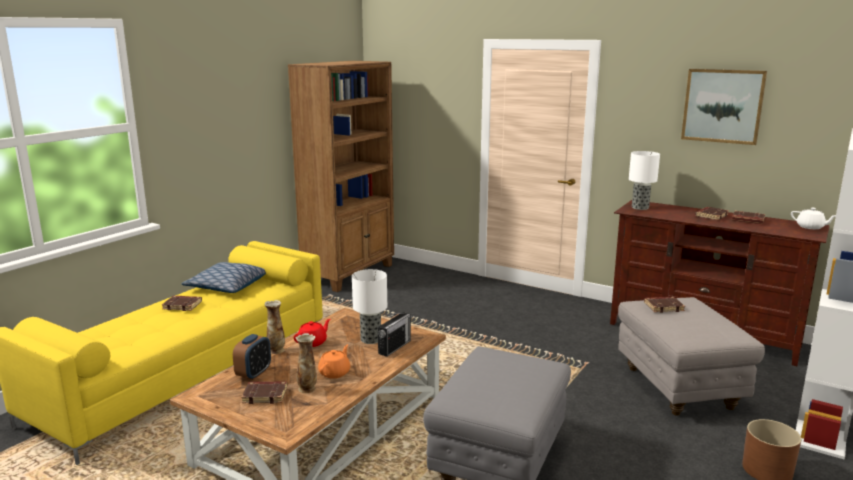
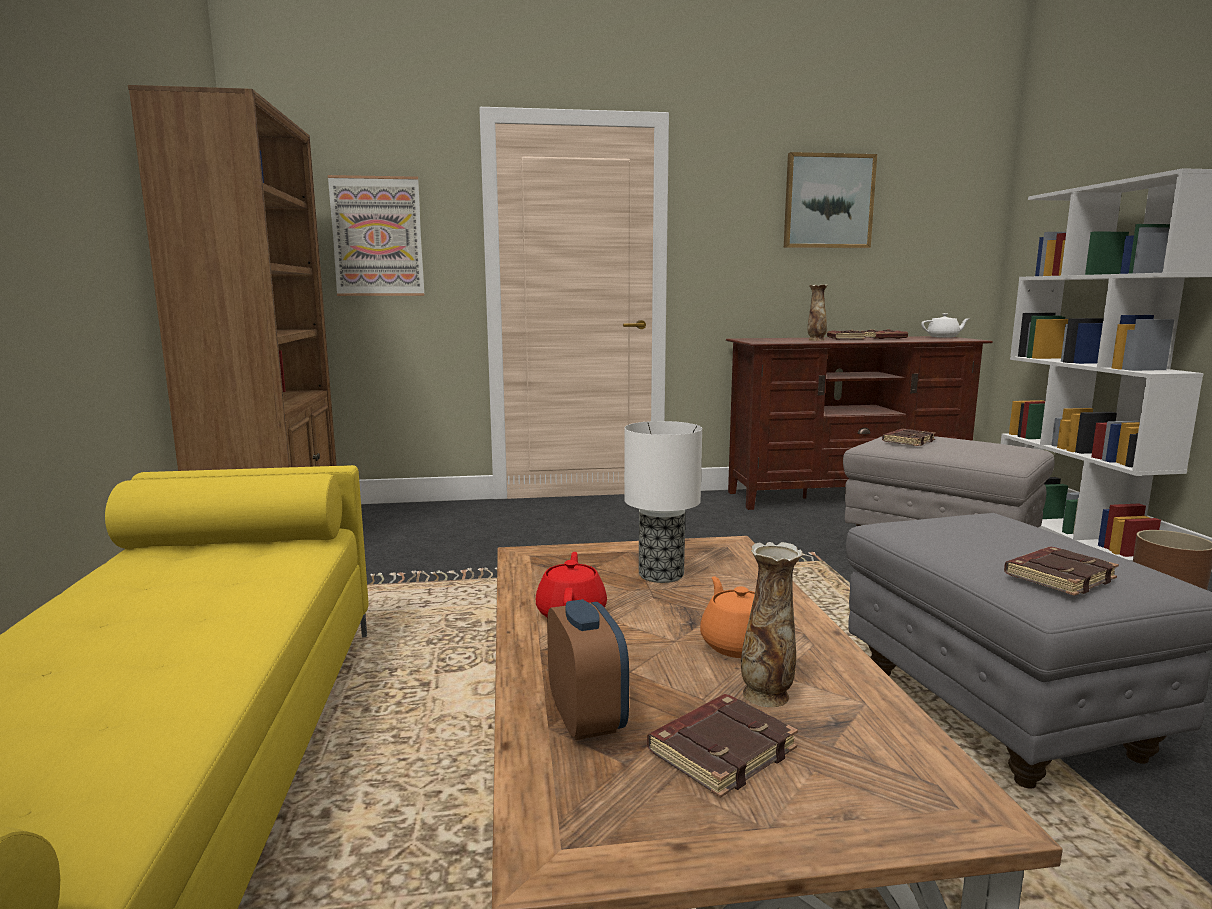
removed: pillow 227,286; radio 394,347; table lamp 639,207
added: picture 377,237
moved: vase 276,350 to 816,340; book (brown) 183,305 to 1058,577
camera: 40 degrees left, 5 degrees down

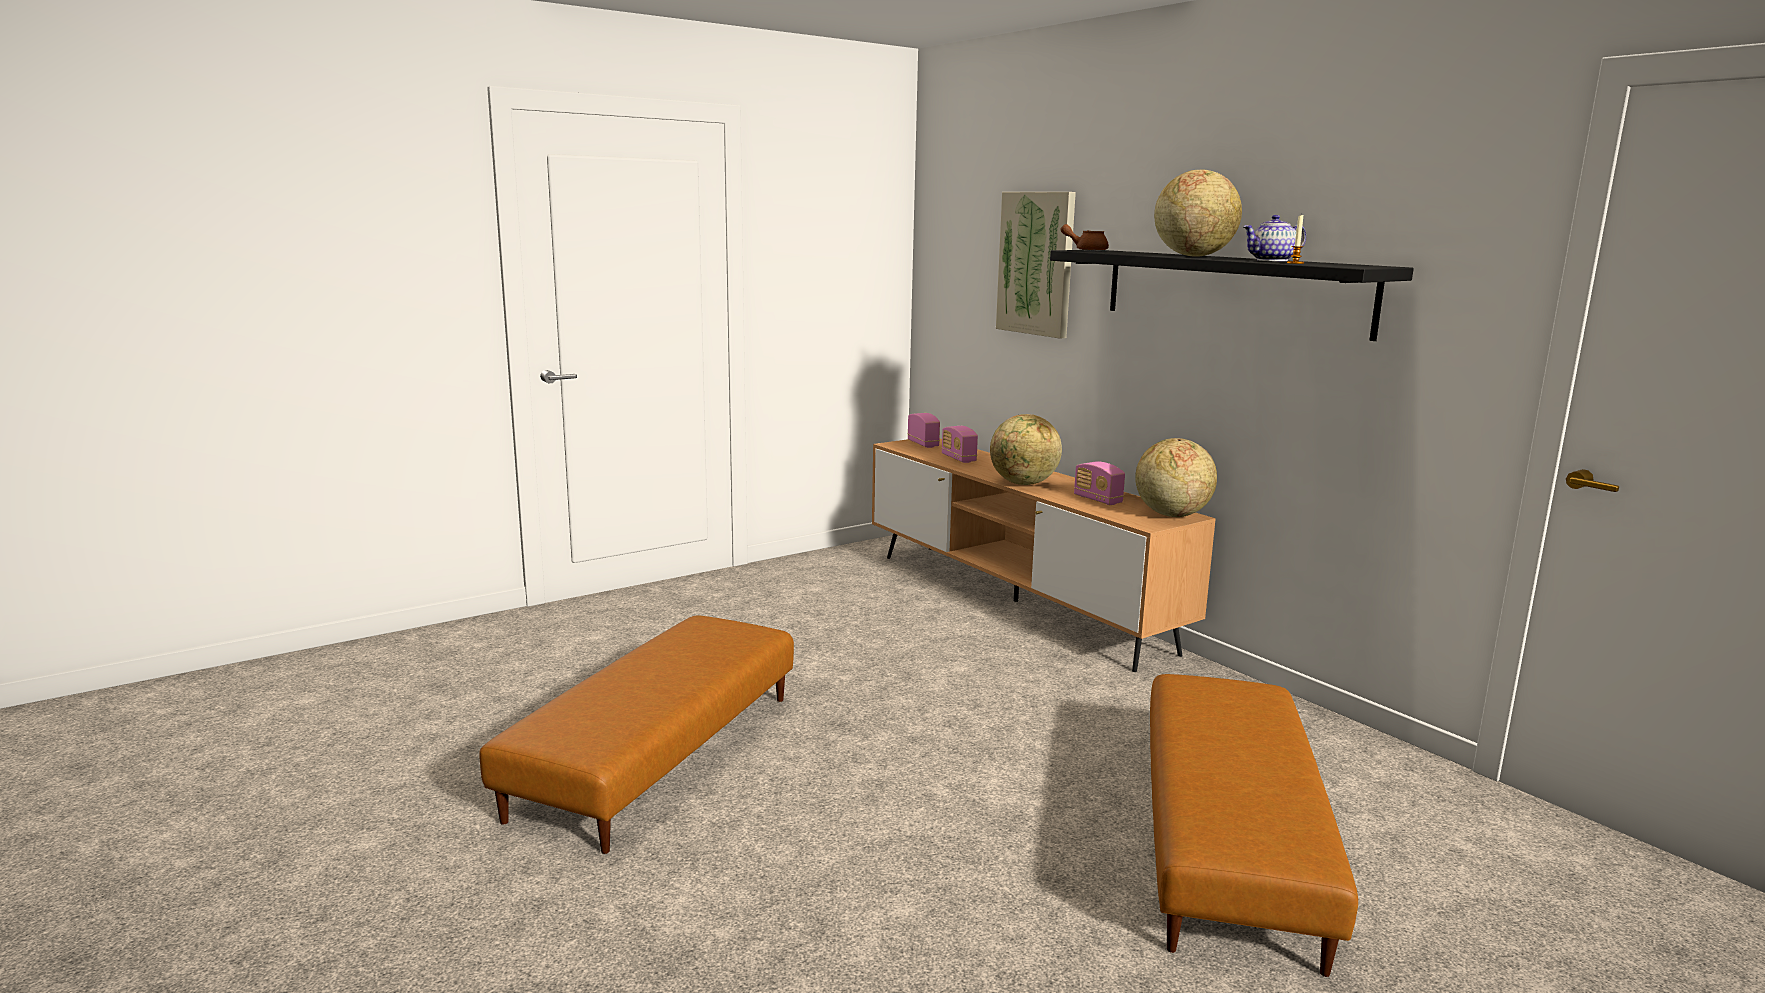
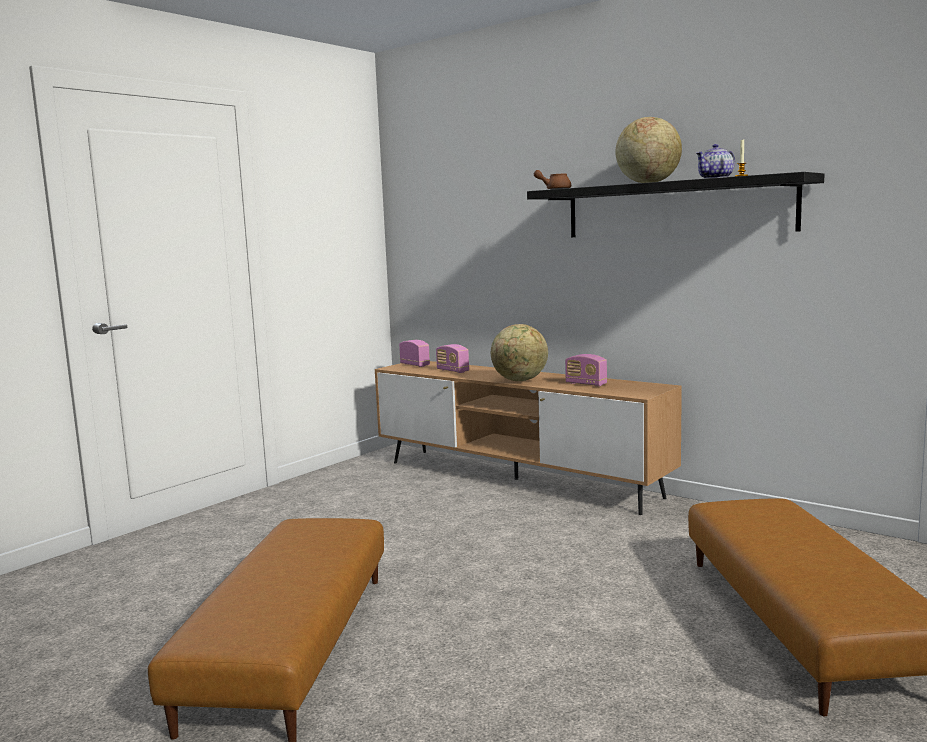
removed: picture 1036,263; globe 1171,515
camera: 15 degrees left, 5 degrees down

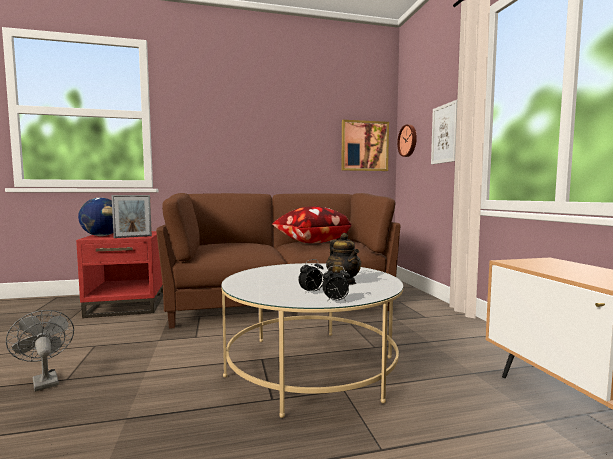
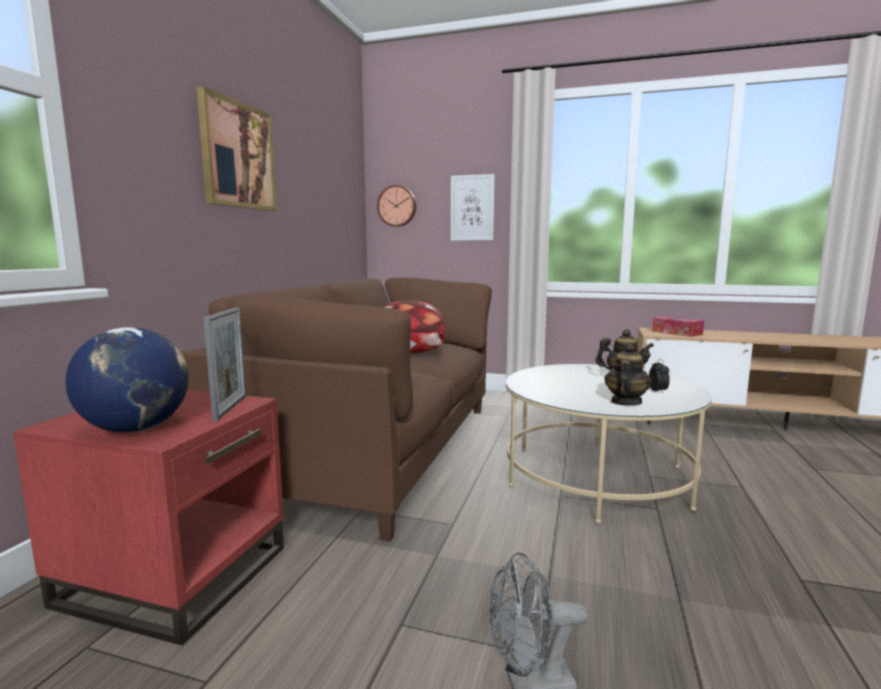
removed: alarm clock 335,301
added: teapot 625,402; tissue box 677,333
moved: picture 364,146 to 237,156
camera: 60 degrees left, 5 degrees up

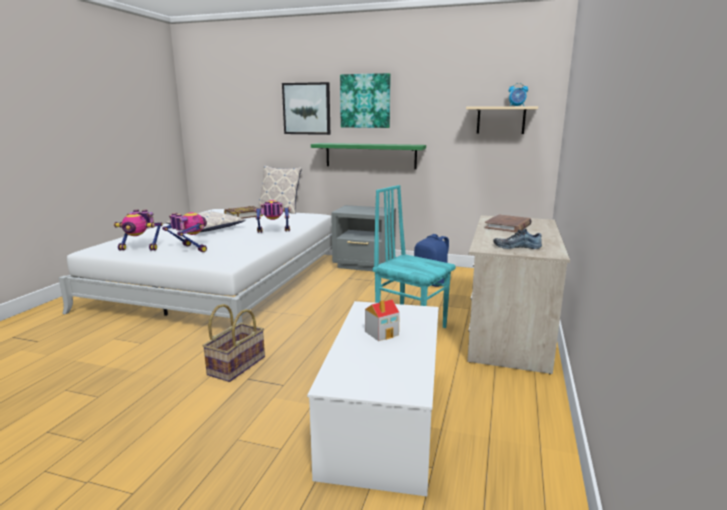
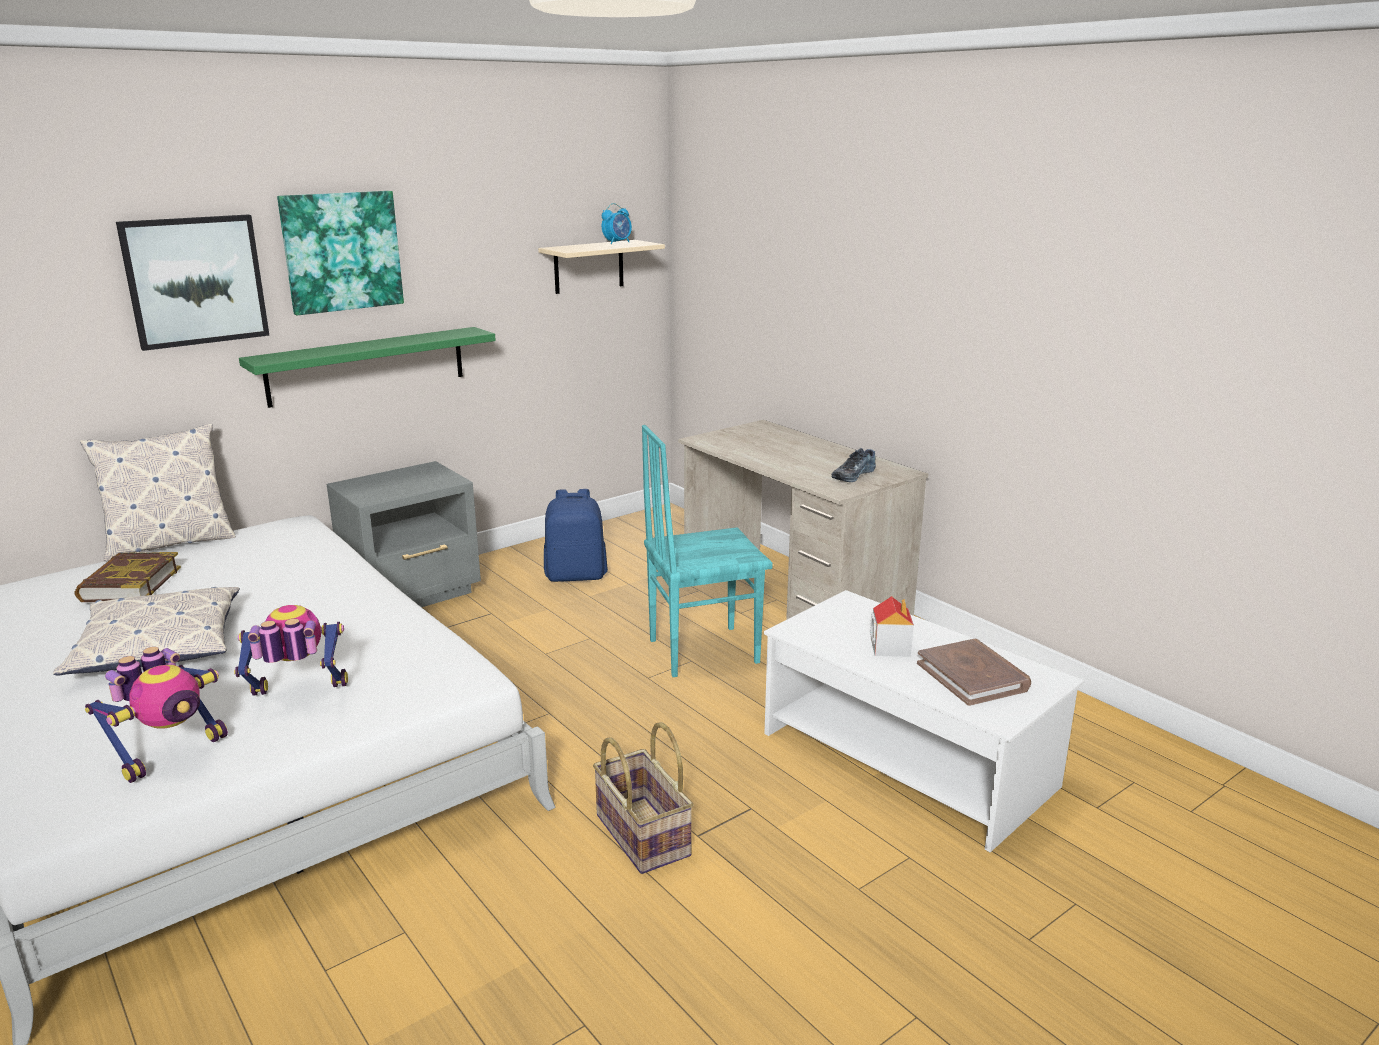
removed: toy robot 273,233
moved: book (brown) 508,226 to 972,676
camera: 55 degrees left, 5 degrees up

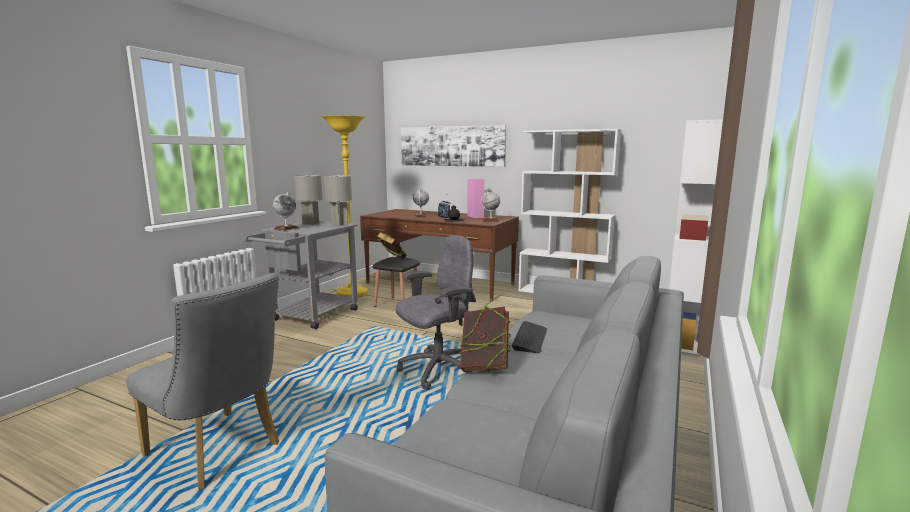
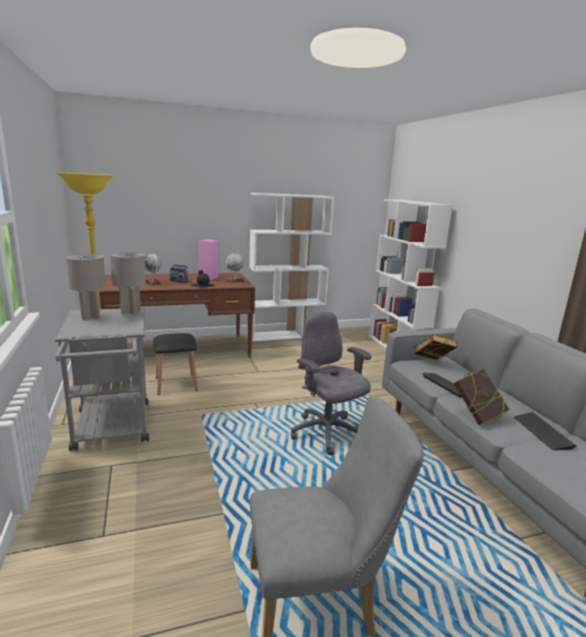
removed: globe 286,228; picture 451,146
added: keyboard 542,432
moved: book 392,260 to 432,363
turned: office chair (grey) 437,370 = 326,434 45 degrees counterclockwise
camera: 45 degrees left, 5 degrees up

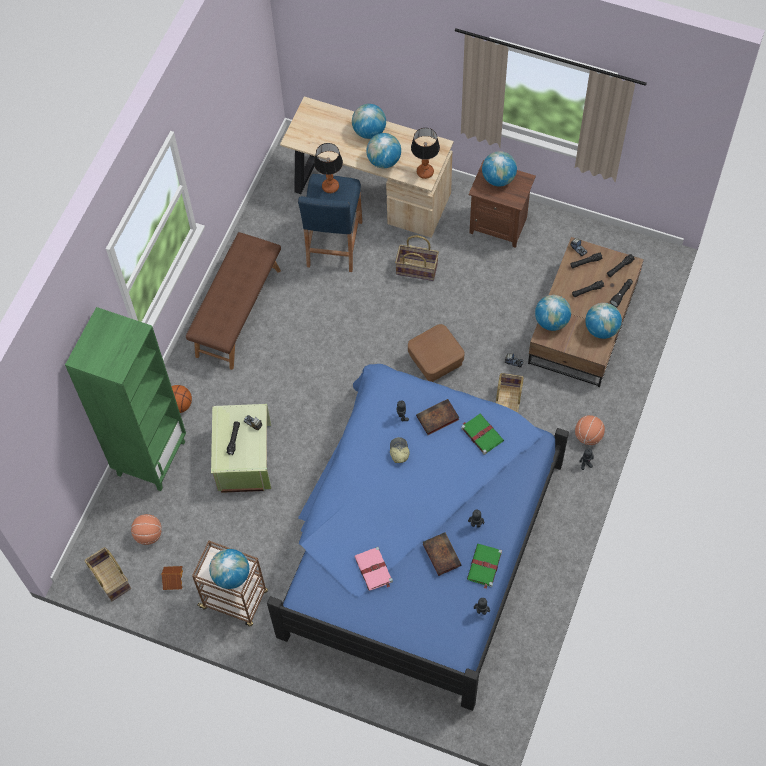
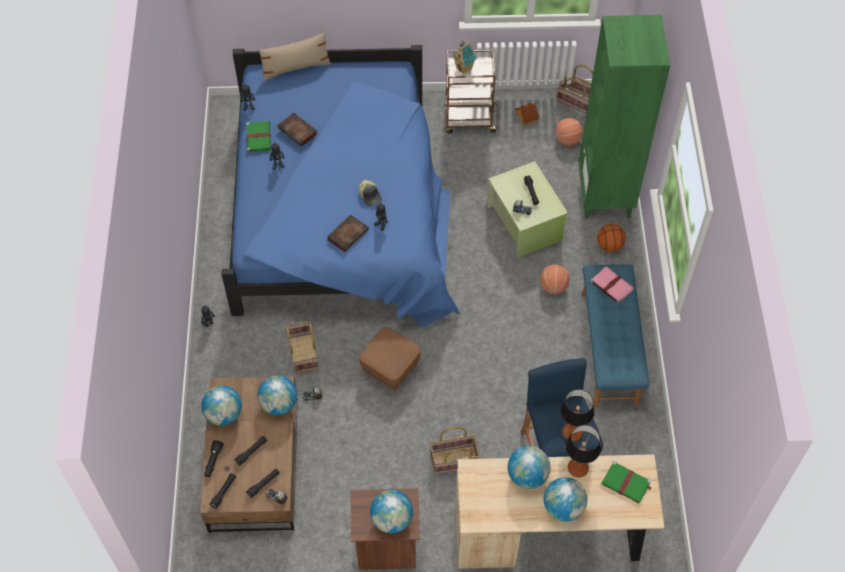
added: pillow (beige) 296,68
moved: basketball 588,436 to 553,286; table lamp 425,172 to 577,468; book (pink) 374,570 to 611,285; book (green) 481,434 to 626,483
replaced: globe 231,575 to toy house 464,68
recoloured: bench (brown) 237,312 to bench (blue) 610,348
camera: 155 degrees right, 5 degrees down

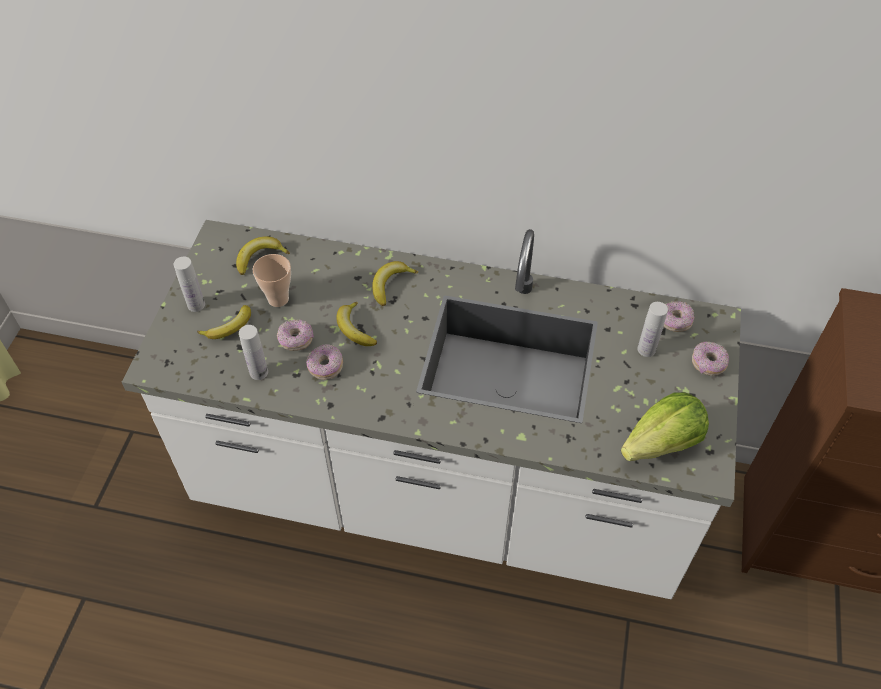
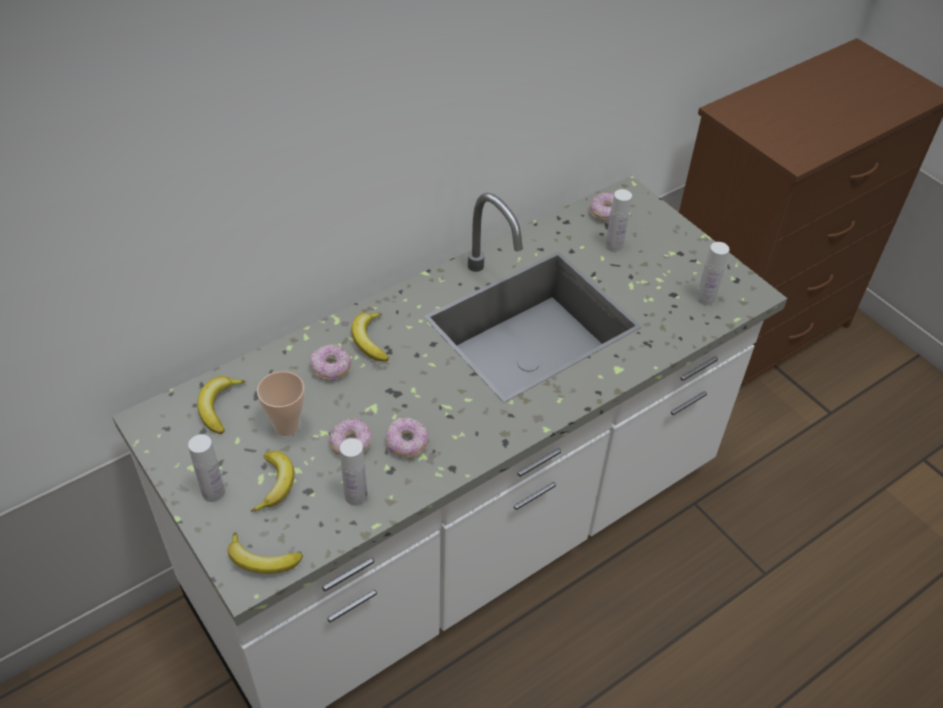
moved: banana 354,329 to 261,561; donut 708,363 to 331,369
replaced: lettuce 662,443 to bottle (white) 705,298
camera: 50 degrees left, 5 degrees down

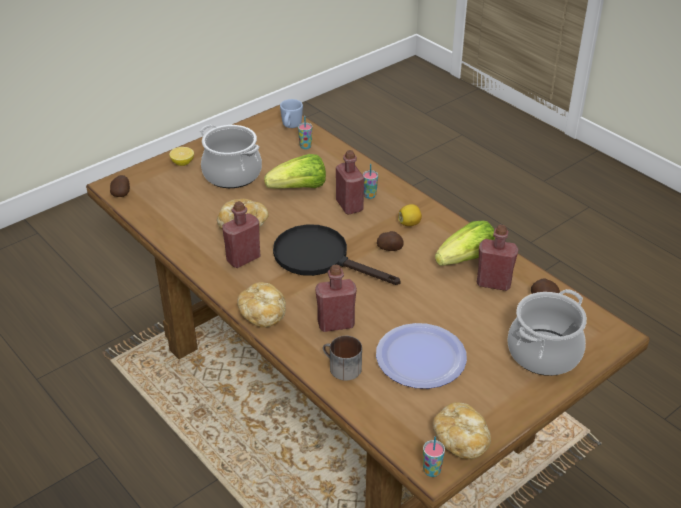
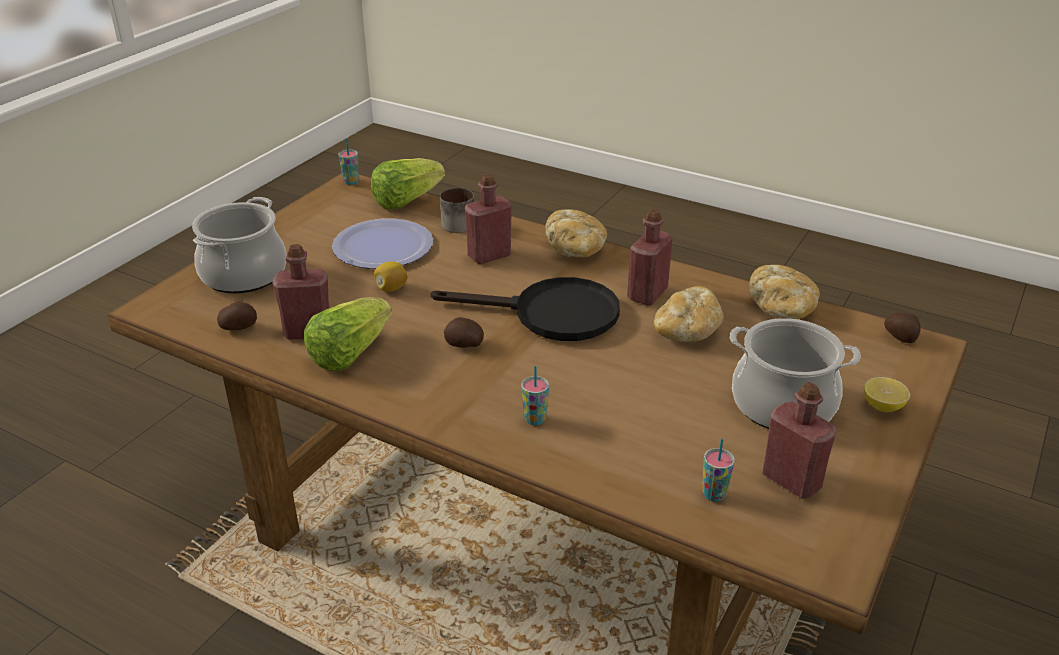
removed: mug (blue) 290,126
moved: lettuce 299,188 to 406,201; lemon 409,223 to 391,288; bread 461,440 to 782,308; bottle (red) 349,206 to 791,480
camera: 160 degrees right, 5 degrees down

